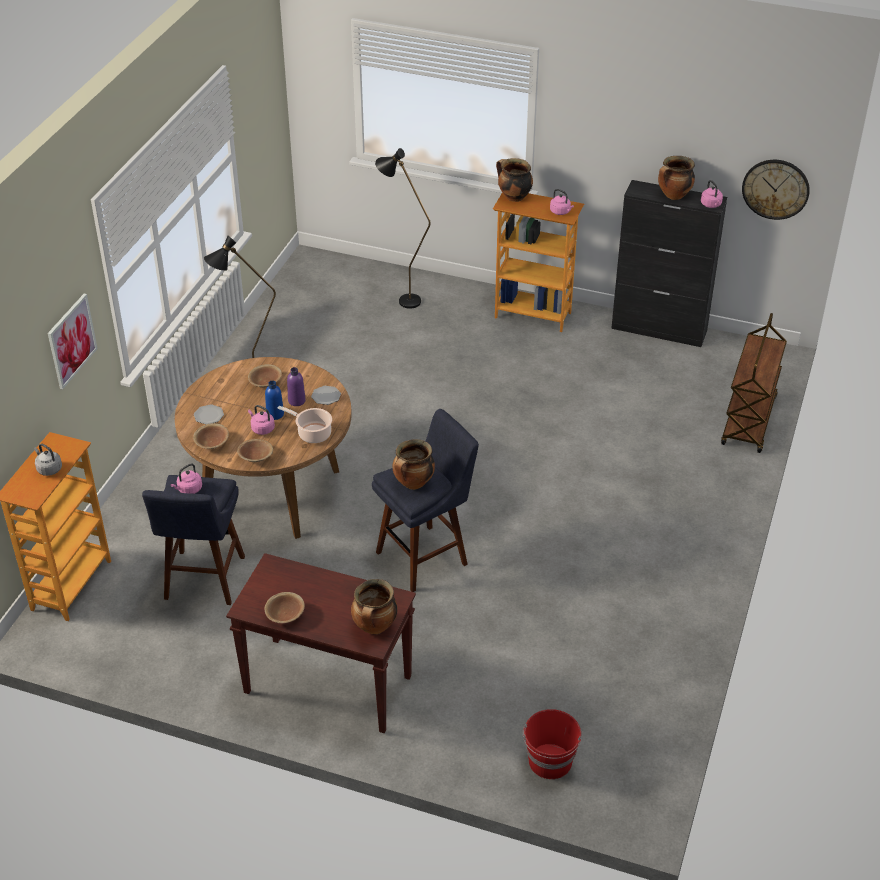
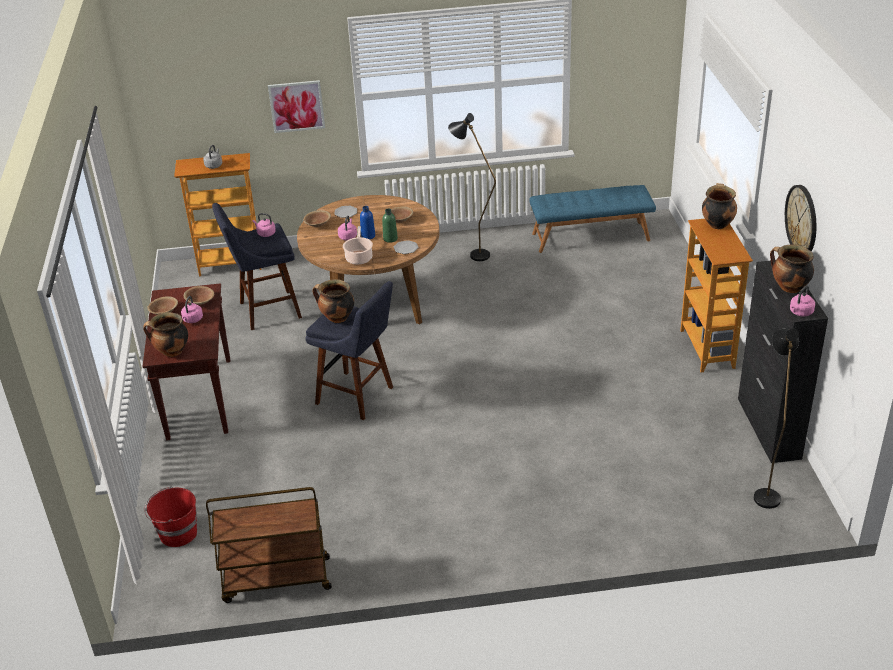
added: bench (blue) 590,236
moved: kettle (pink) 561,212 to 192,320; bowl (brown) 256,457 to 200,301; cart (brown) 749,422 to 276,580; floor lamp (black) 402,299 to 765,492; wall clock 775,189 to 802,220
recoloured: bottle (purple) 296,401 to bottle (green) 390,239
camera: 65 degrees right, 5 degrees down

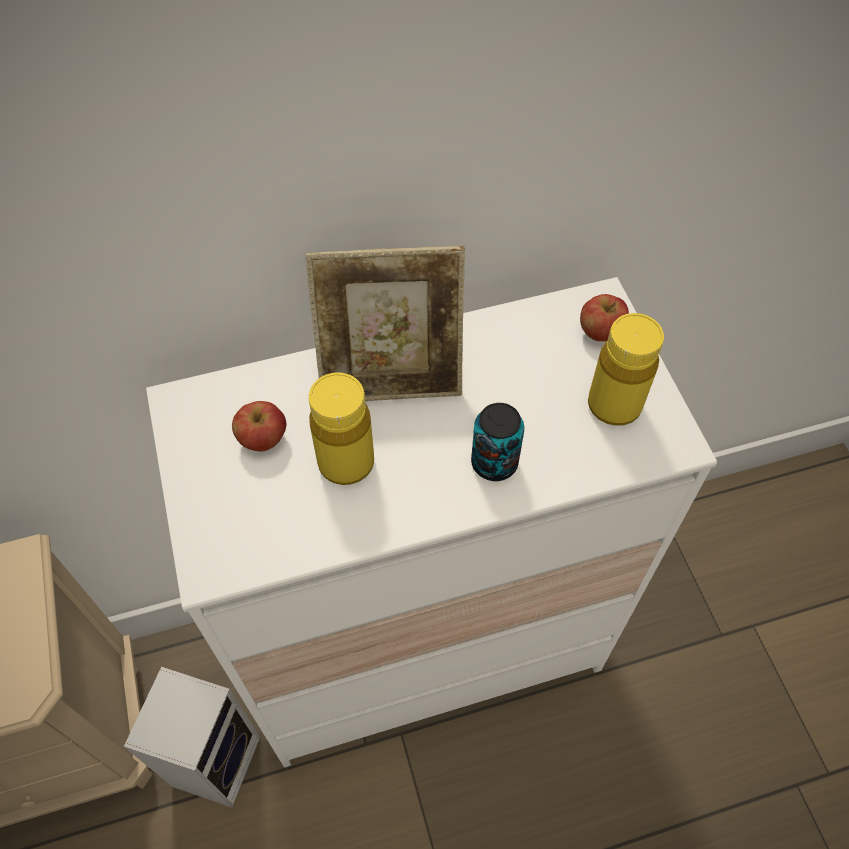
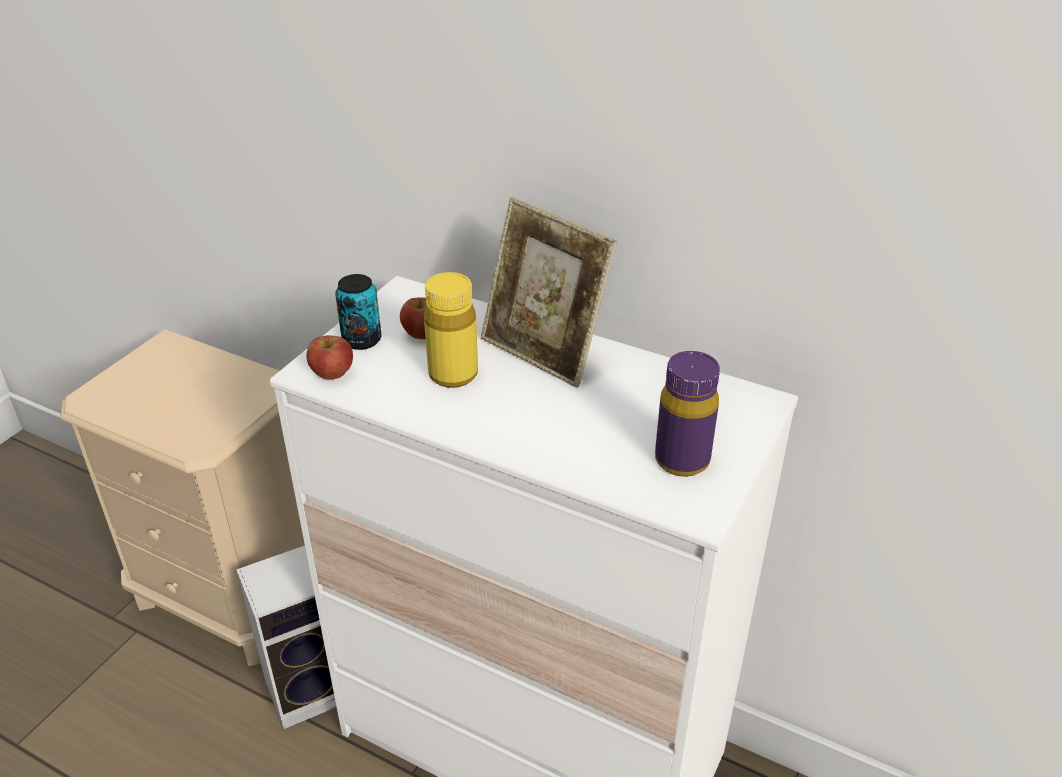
moved: apple 600,332 to 332,374; can 494,463 to 362,340
recoloured: bottle (yellow) 614,405 to bottle (purple) 682,460
camera: 45 degrees right, 20 degrees down

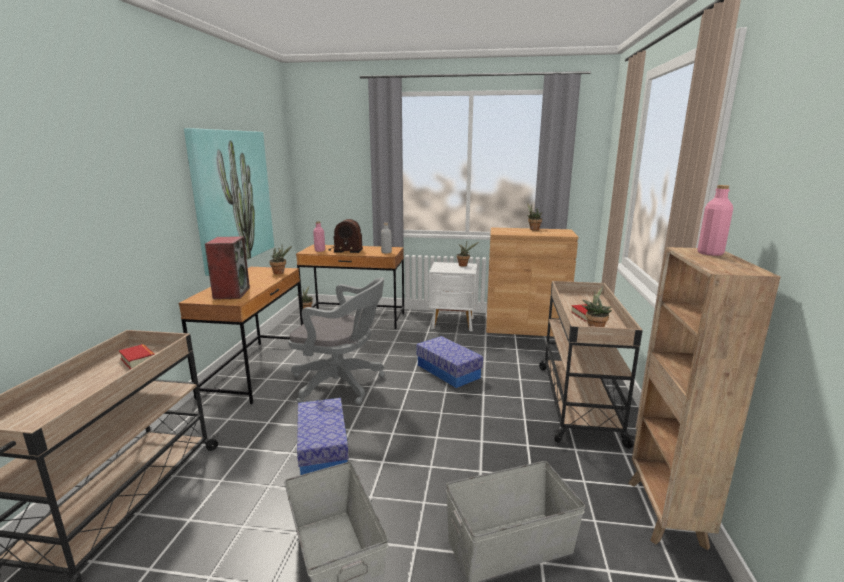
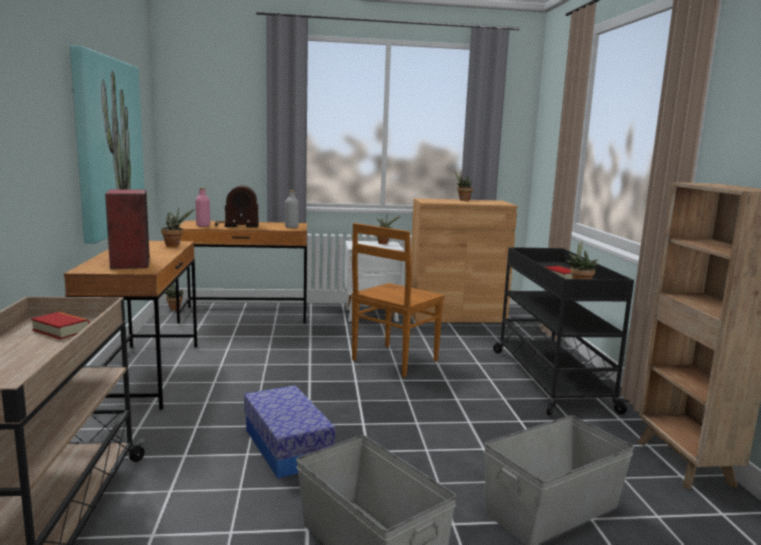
removed: office chair (grey) 342,384; bottle (pink) 710,253
replaced: storage box 448,371 to chair (brown) 393,361
recoloured: cart (beige) 578,401 to cart (black) 550,379
camera: 15 degrees left, 5 degrees down

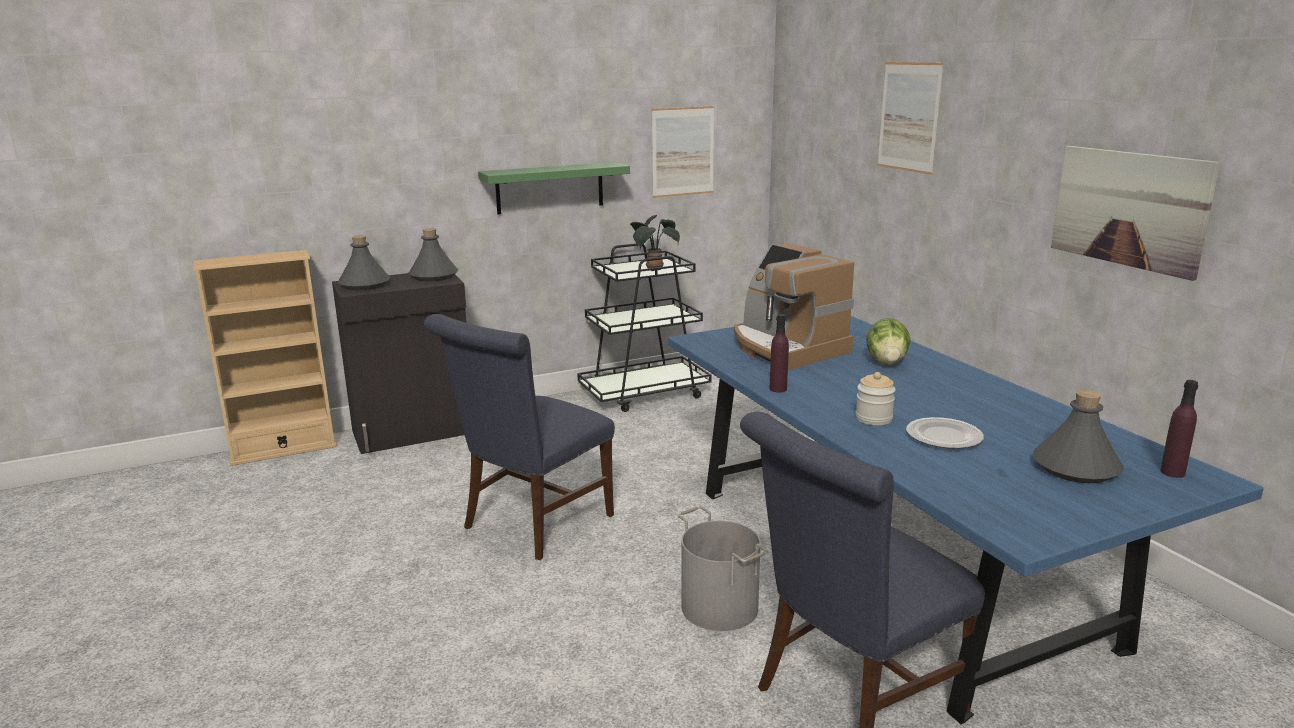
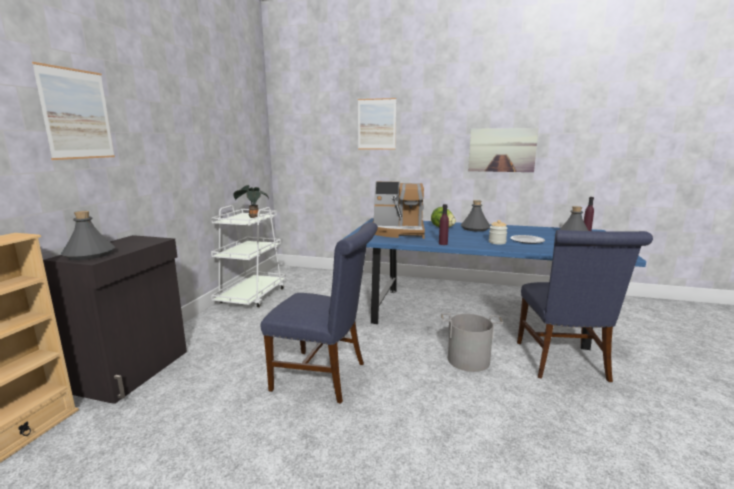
removed: shelf (green) 550,188
moved: picture 683,151 to 77,114; bottle (grey) 433,276 to 475,229
recoloured: cart (black) 645,394 to cart (white) 252,296
turned: chair (blue) 532,524 = 325,376 60 degrees counterclockwise
camera: 50 degrees left, 5 degrees down

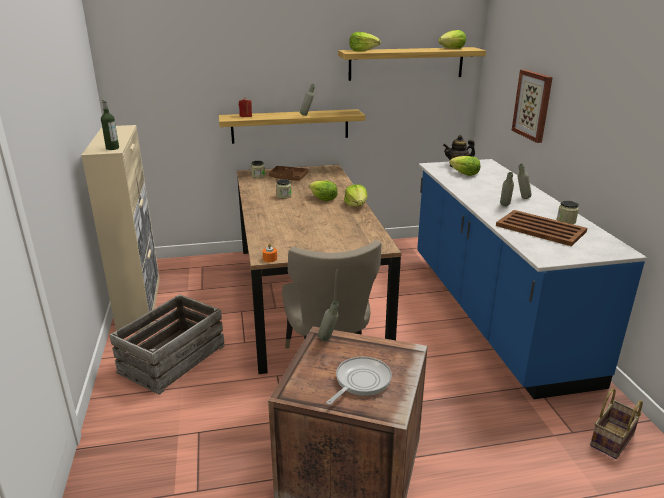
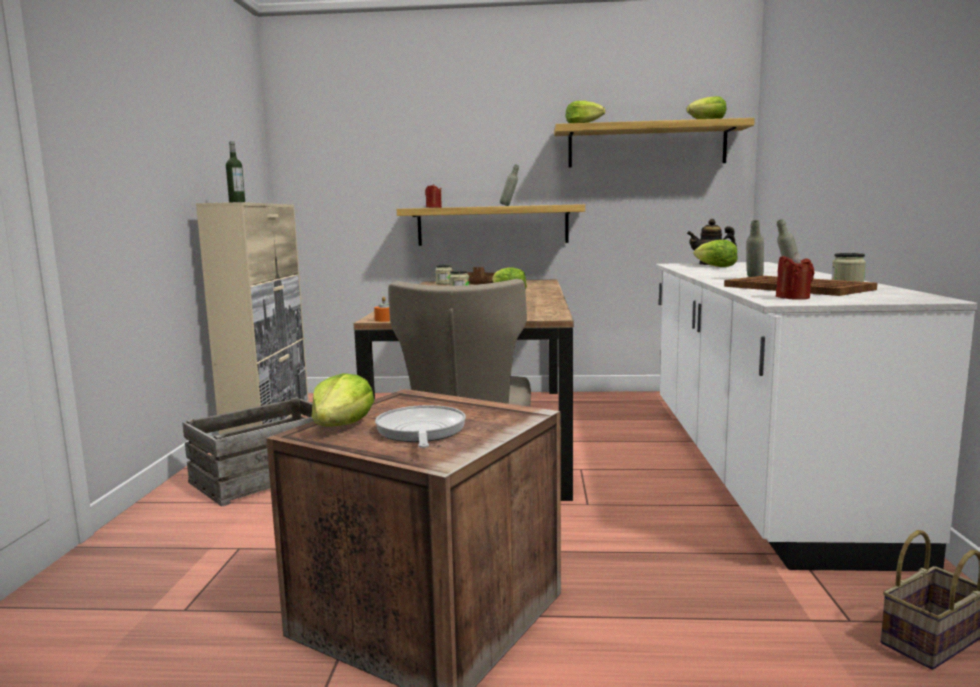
removed: bottle (grey) 328,341; picture 533,105
added: candle (red) 793,297
moved: lettuce 356,205 to 342,426
recoloured: counter (blue) 493,313 to counter (white) 756,468
turned: frying pan 360,381 = 420,432 60 degrees counterclockwise
camera: 15 degrees right, 15 degrees down

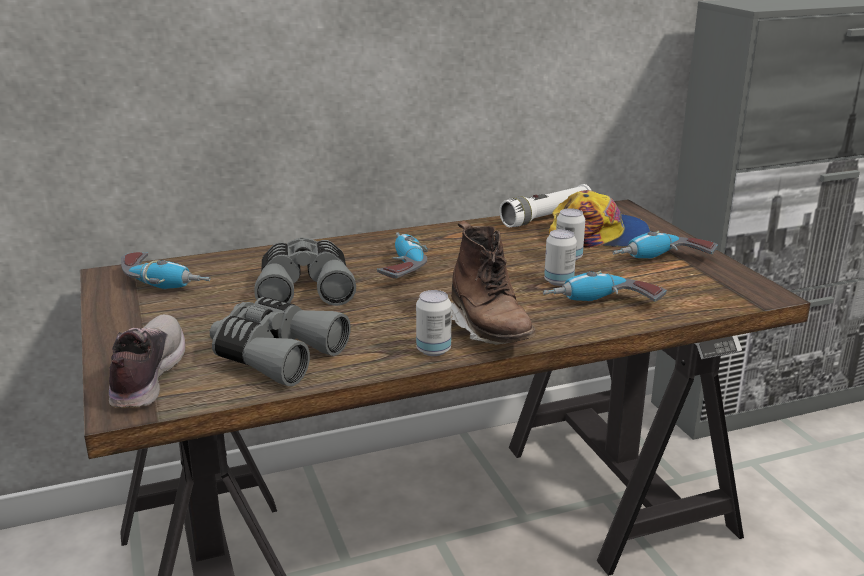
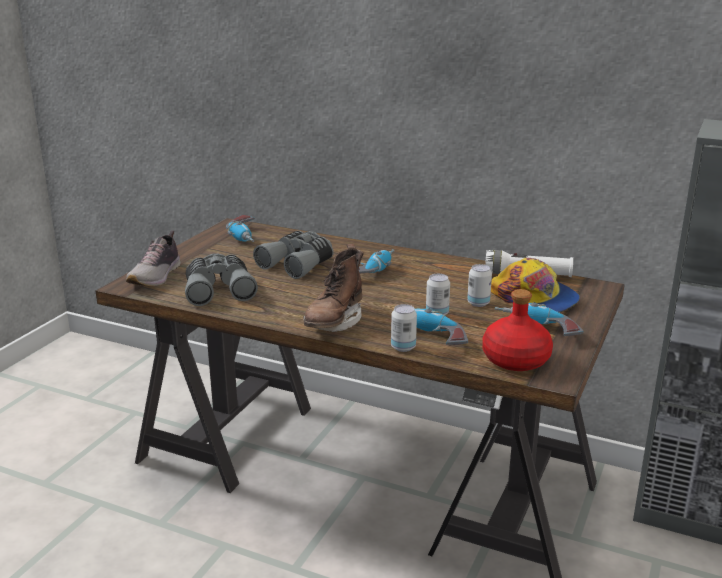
added: bottle (red) 516,360
moved: can 433,350 to 403,347
turned: shoe 146,376 = 157,276 150 degrees clockwise
camera: 45 degrees right, 0 degrees up

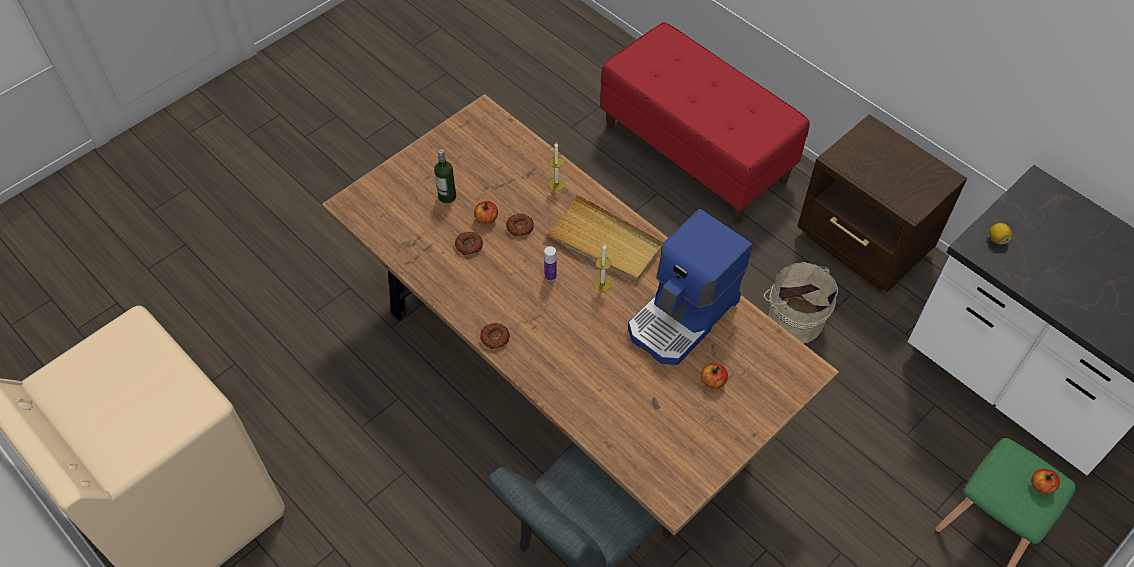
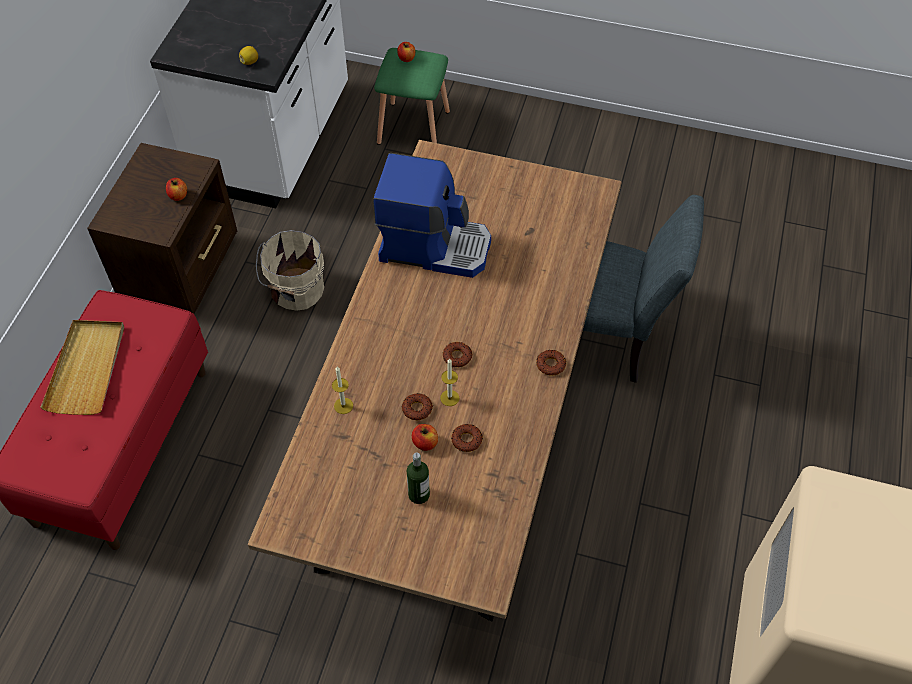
moved: tray (beige) 605,242 to 87,368; apple 713,381 to 178,196; candle 602,284 to 449,398
replaced: bottle 550,276 to donut 457,356
camera: 120 degrees left, 0 degrees up

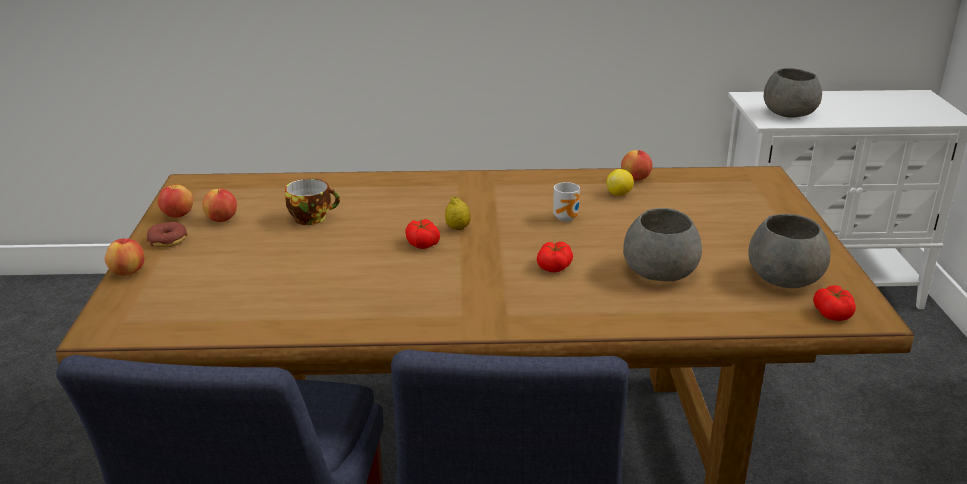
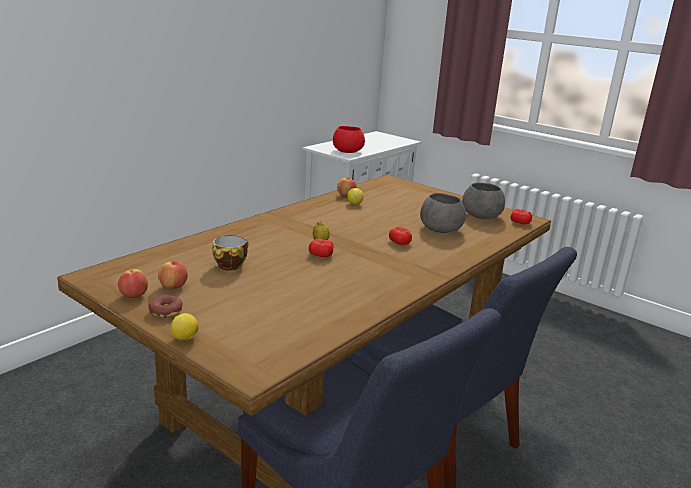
removed: mug 567,218
replaced: apple 127,272 to lemon 185,338
recoloured: bowl (grey) 788,113 to bowl (red) 347,151
camera: 50 degrees left, 5 degrees down

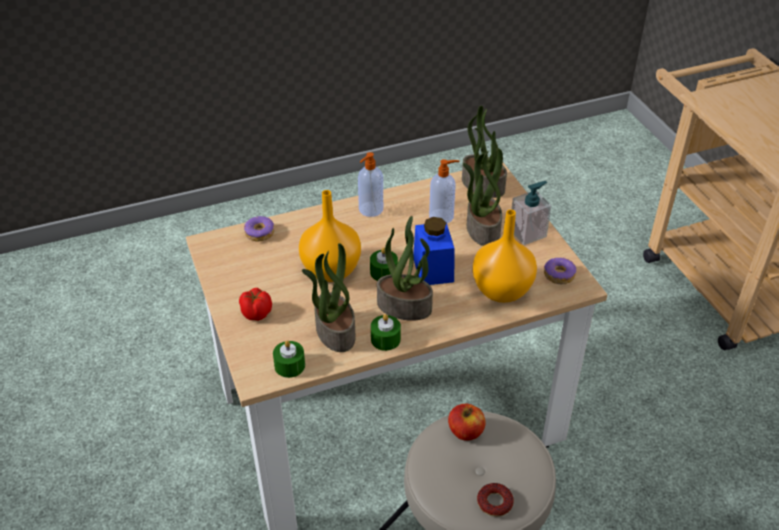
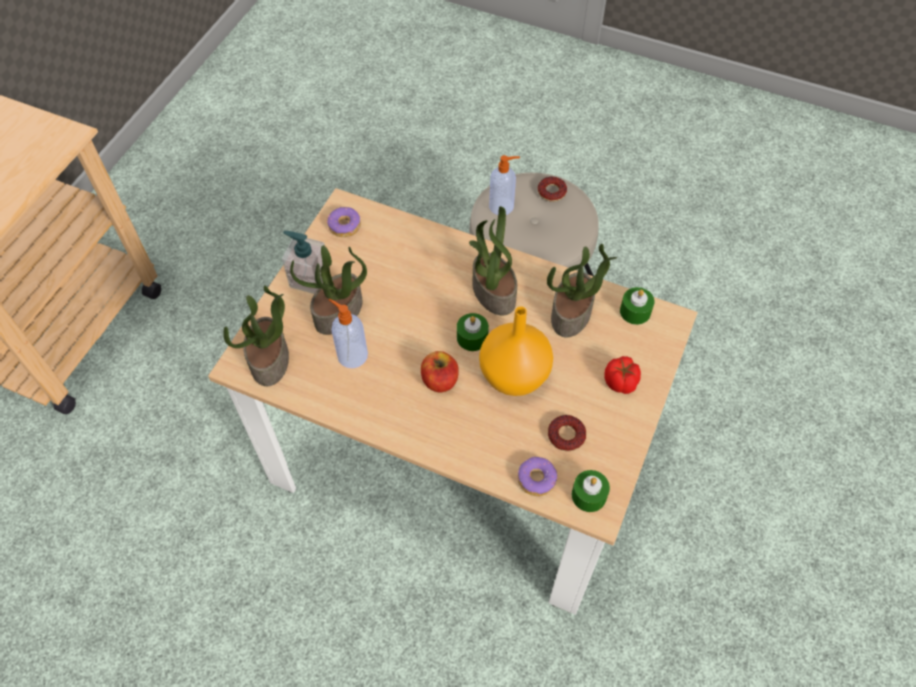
removed: jar (blue) 433,269; vase (orange) 502,291
added: donut 566,435
moved: apple 465,431 to 440,380; soap dispenser 370,210 to 502,206; candle (green) 385,339 to 589,495
camera: 135 degrees left, 15 degrees up

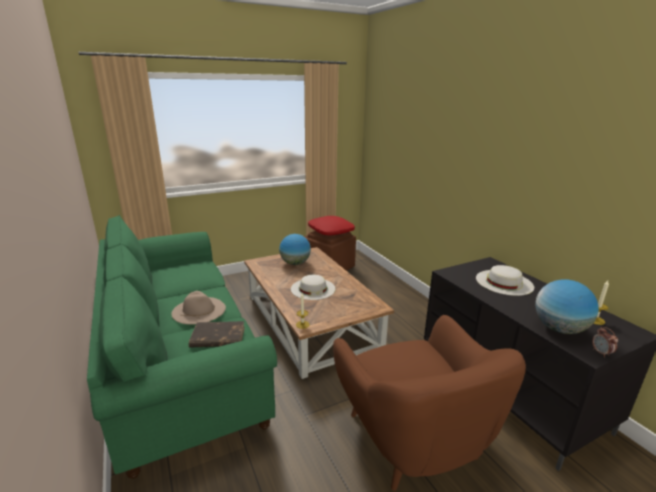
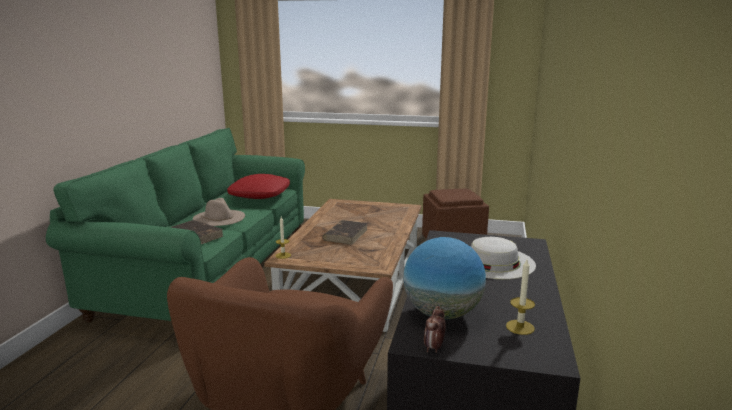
removed: globe 295,263
moved: pillow (red) 330,231 to 259,194
replaced: hat (white) 313,288 to book (brown) 346,234
camera: 40 degrees right, 5 degrees down

